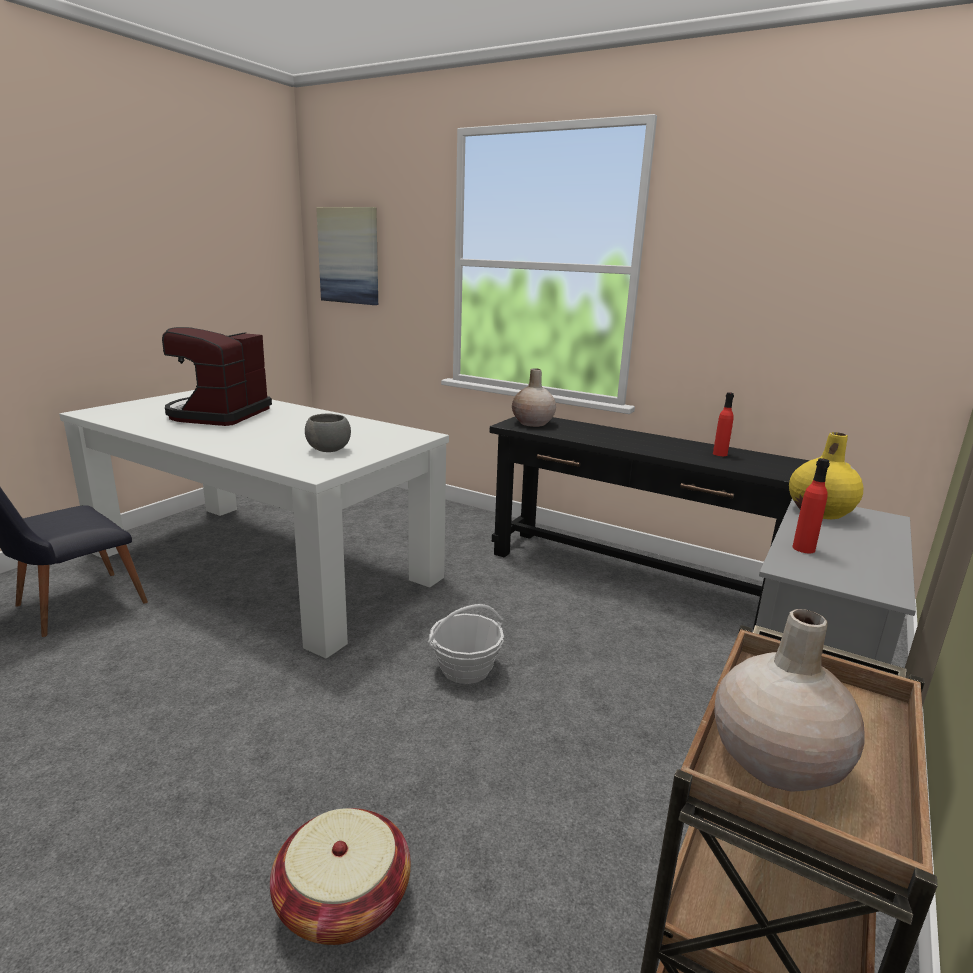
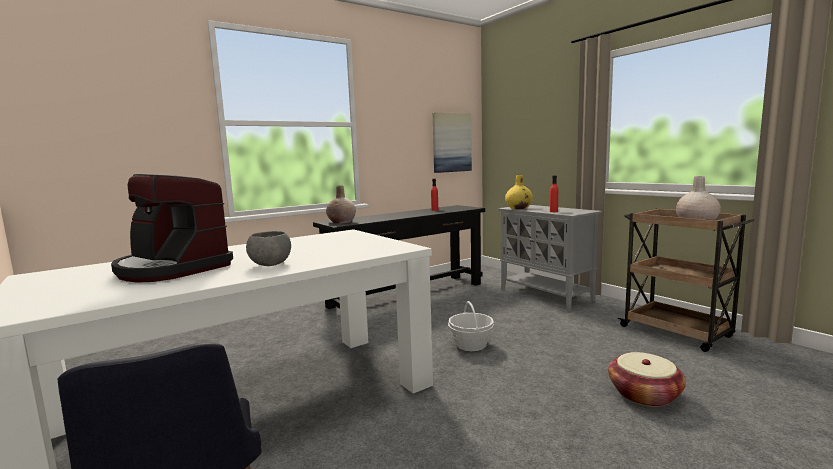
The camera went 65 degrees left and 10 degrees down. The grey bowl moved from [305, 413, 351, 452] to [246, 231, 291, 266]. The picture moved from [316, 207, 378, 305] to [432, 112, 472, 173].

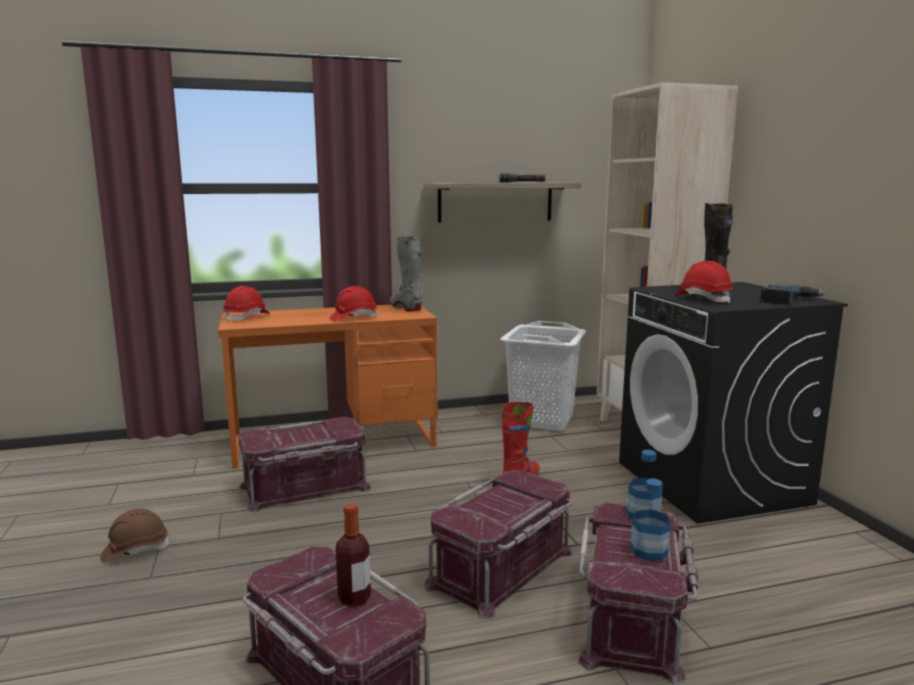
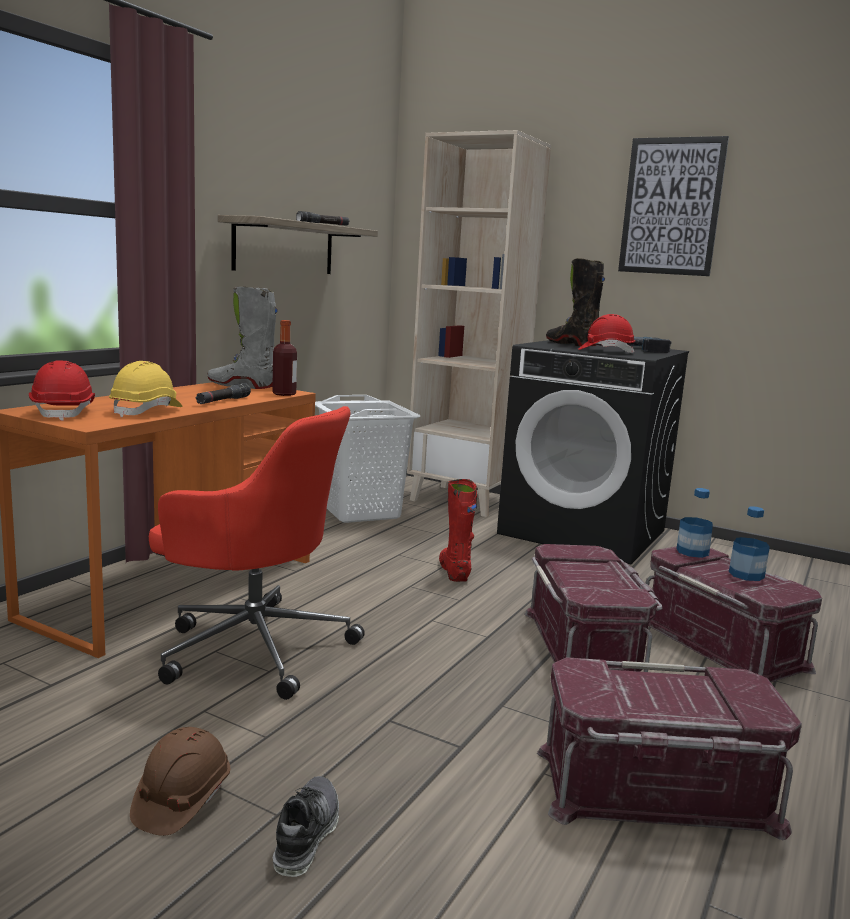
The camera went 45 degrees left and 0 degrees up. The yellow hard hat at [109, 361, 182, 418] appeared. The red storage box at [238, 417, 371, 512] was replaced by the red office chair at [149, 406, 365, 700]. The red hard hat at [329, 286, 377, 321] was replaced by the black flashlight at [196, 383, 251, 404]. The bottle moved from [336, 503, 371, 607] to [272, 320, 297, 396]. The shoe at [273, 776, 339, 877] appeared. The picture at [618, 136, 729, 276] appeared.

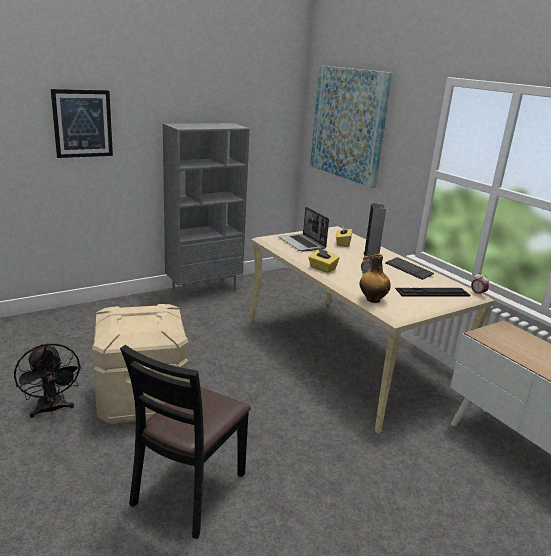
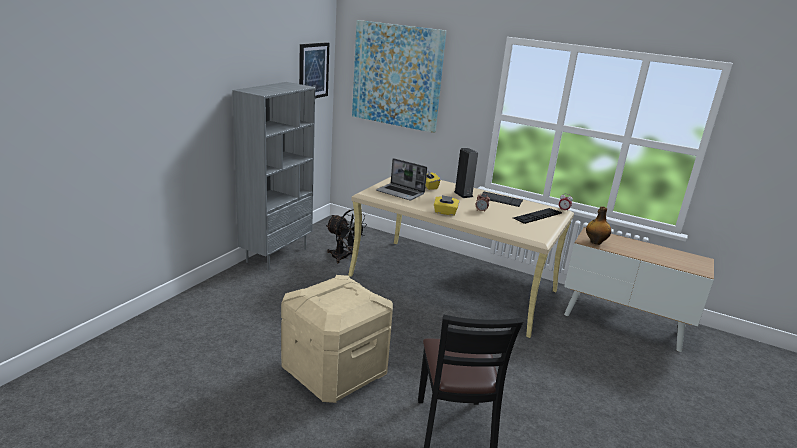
The camera went 30 degrees left and 0 degrees up. The picture moved from [51, 89, 113, 158] to [299, 42, 329, 98]. The black fan moved from [14, 343, 82, 418] to [326, 209, 366, 263]. The bottle moved from [360, 254, 391, 303] to [586, 206, 611, 245].

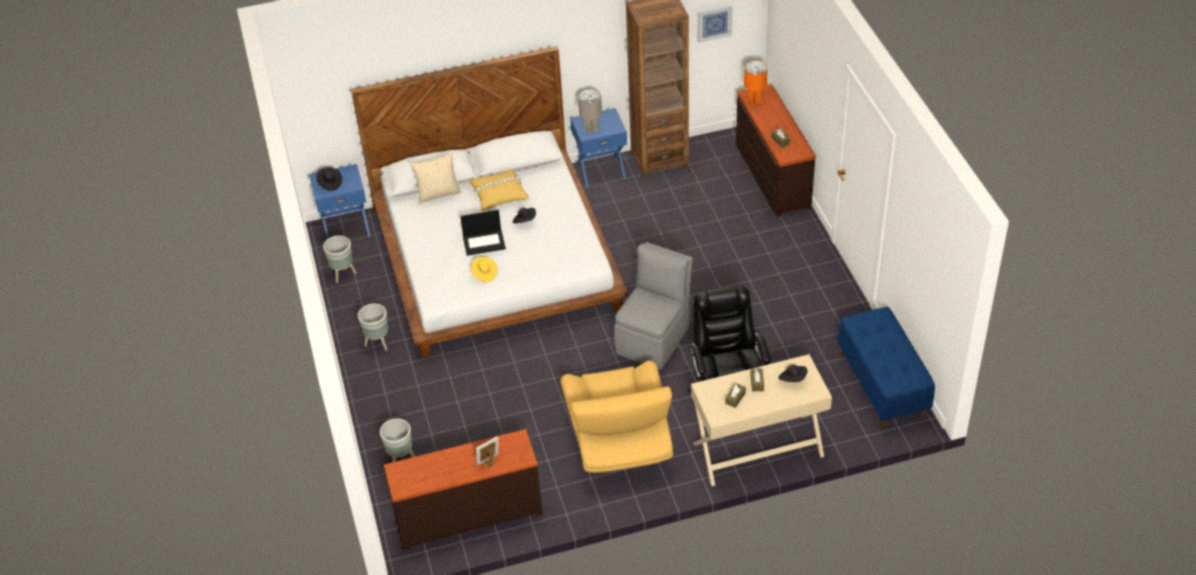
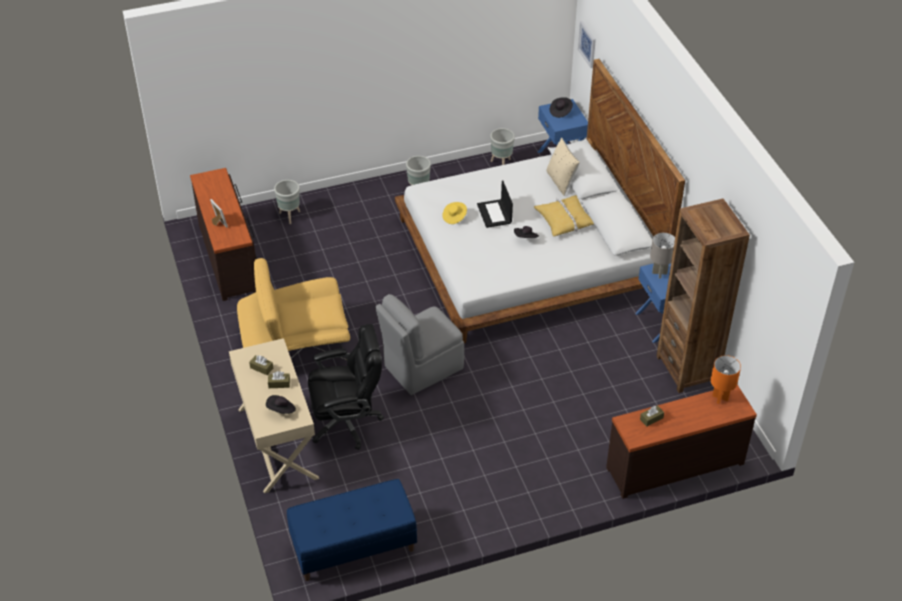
The camera went 85 degrees right and 0 degrees up. The grey chair at [614, 242, 693, 370] turned 120 degrees clockwise. The picture moved from [698, 5, 733, 43] to [578, 21, 596, 68].

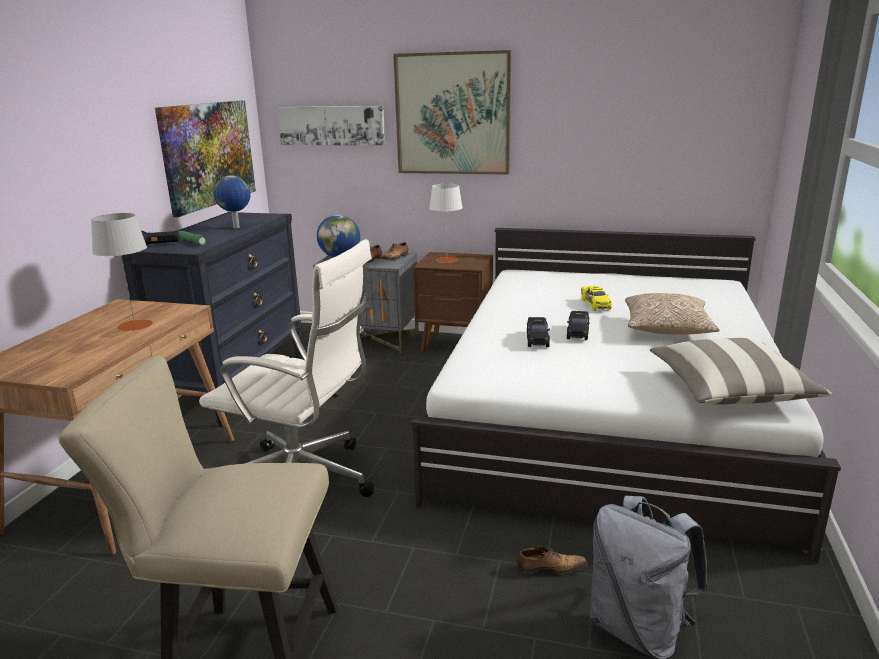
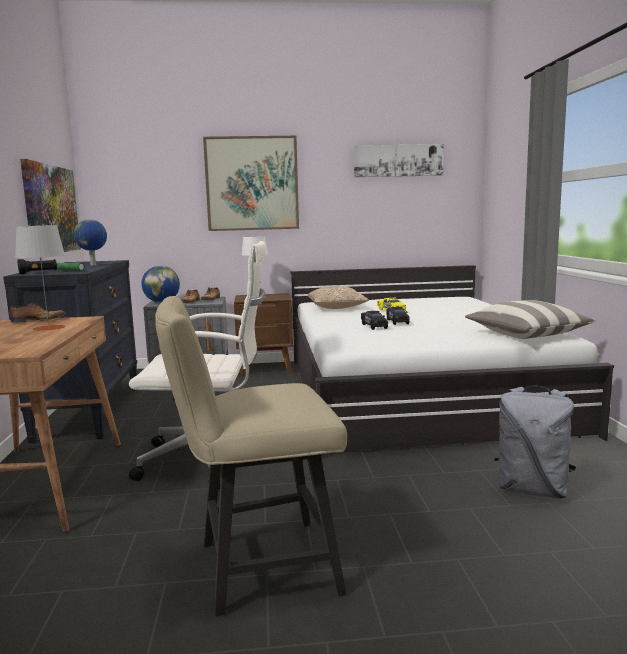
The camera went 20 degrees left and 10 degrees down. The shoe moved from [517, 546, 587, 574] to [9, 303, 66, 323]. The pillow moved from [625, 293, 720, 335] to [308, 286, 369, 309]. The picture moved from [277, 106, 385, 146] to [354, 144, 444, 177].

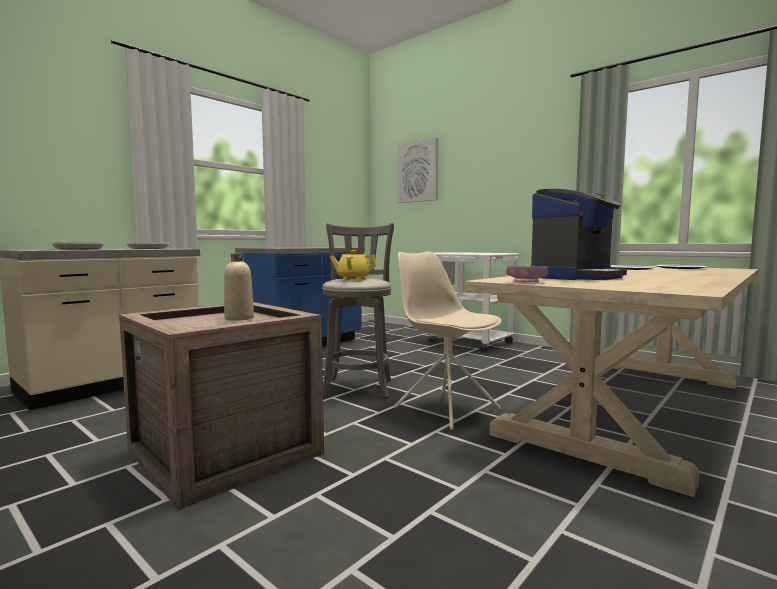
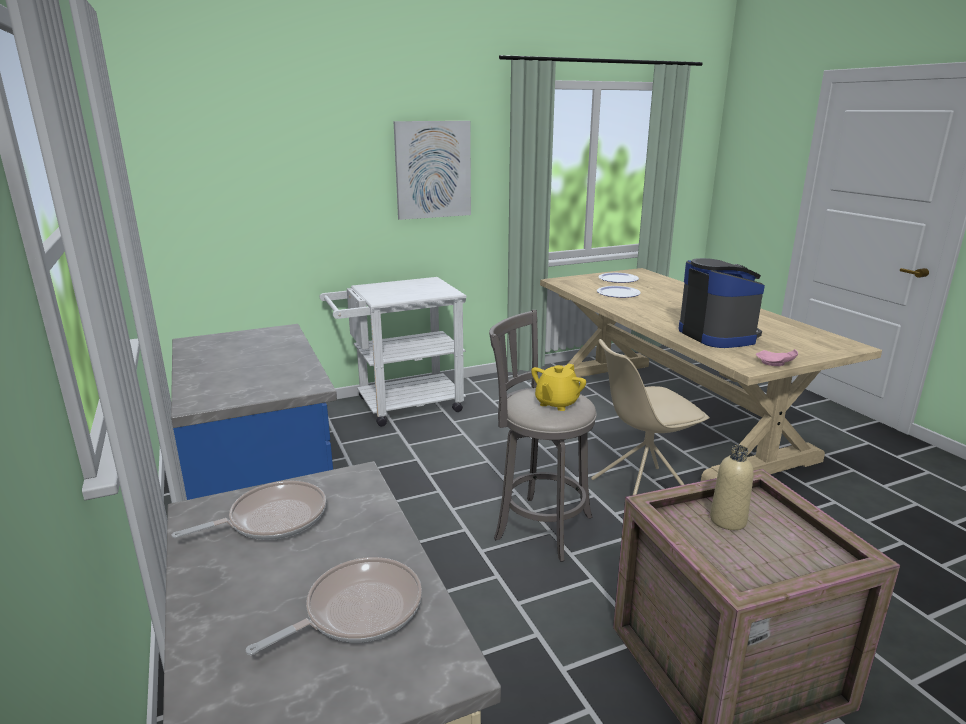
The camera went 65 degrees left and 15 degrees up. The picture moved from [397, 138, 438, 203] to [394, 121, 471, 220].

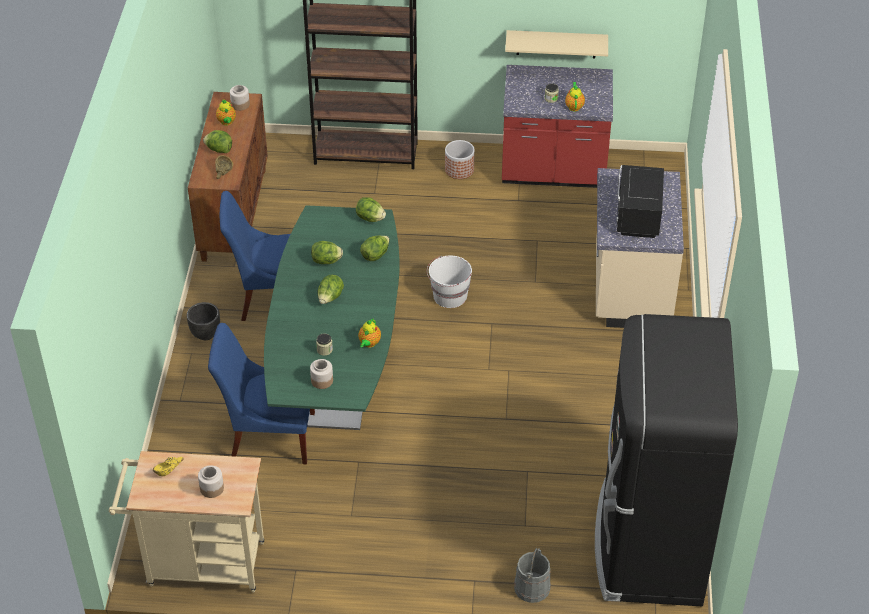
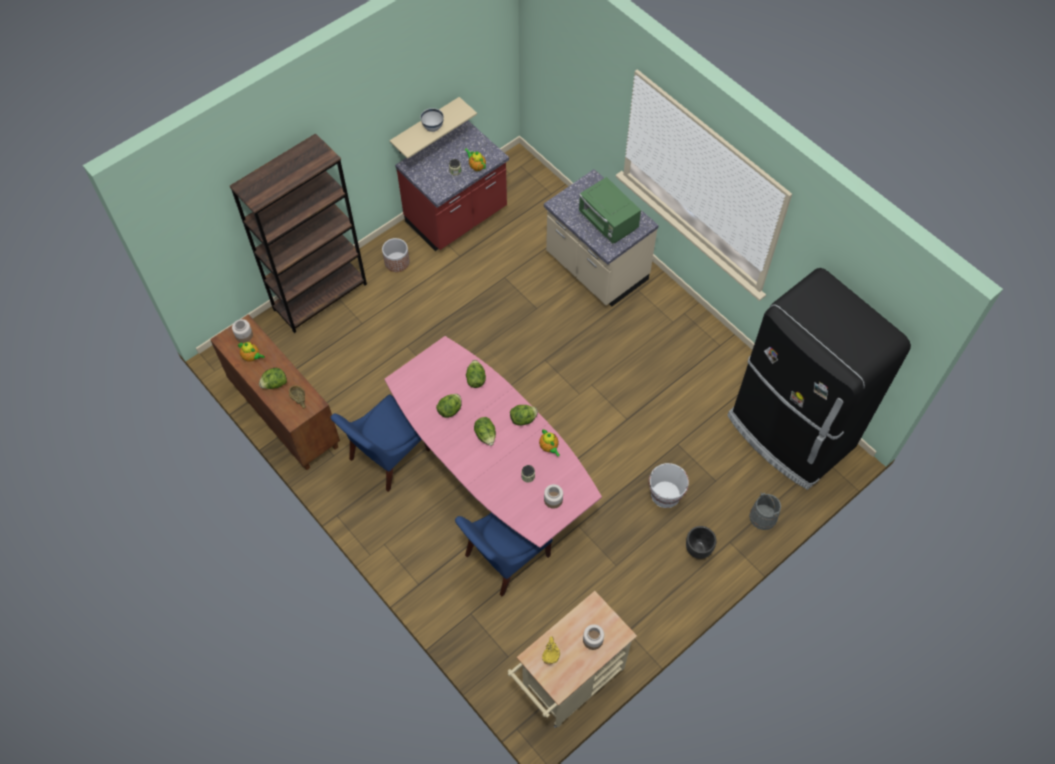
The camera went 45 degrees left and 15 degrees up. The green dining table at [264, 205, 399, 430] became the pink dining table at [385, 336, 602, 548]. The white bowl at [420, 108, 444, 132] appeared. The lettuce moved from [356, 197, 386, 222] to [510, 405, 538, 426]. The black microwave at [616, 165, 664, 238] became the green microwave at [579, 177, 641, 244]. The white bucket moved from [427, 256, 472, 308] to [648, 463, 689, 508]. The black planter moved from [187, 302, 220, 340] to [686, 526, 717, 559].

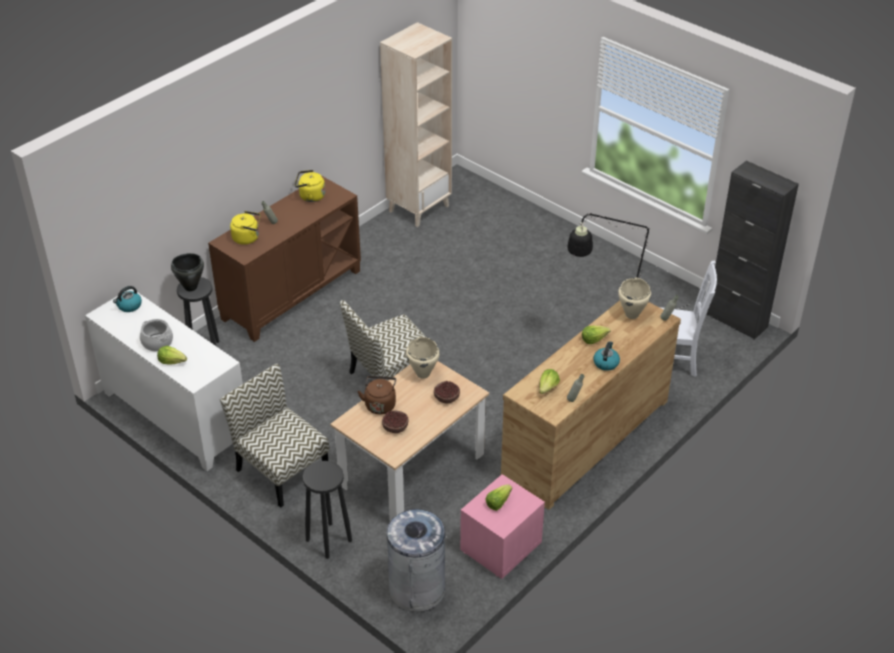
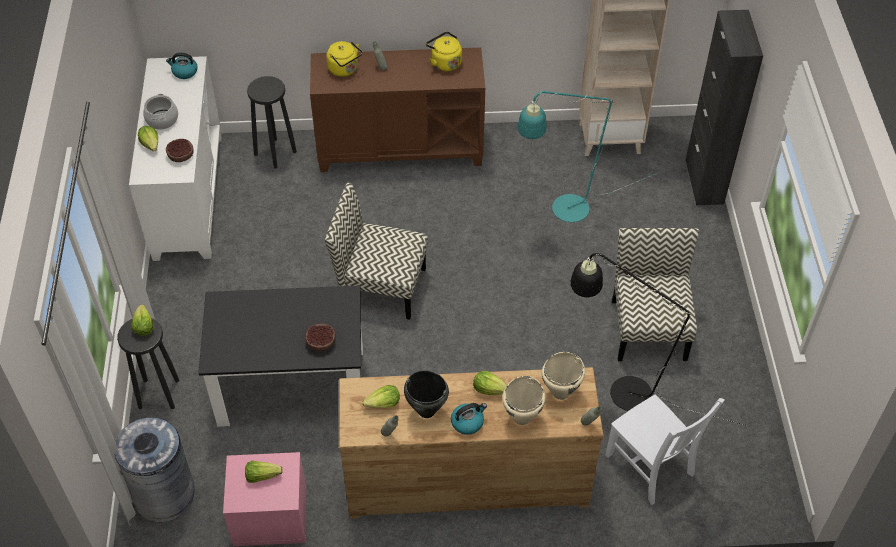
The camera went 45 degrees right and 10 degrees up. The lettuce at [131, 304, 154, 336] appeared. The bowl moved from [382, 410, 408, 433] to [166, 139, 194, 162]. The beige dining table at [330, 361, 489, 521] became the black dining table at [199, 285, 363, 427]. The black cooking pot moved from [171, 253, 204, 291] to [404, 370, 449, 418]. The beige cooking pot moved from [406, 337, 440, 379] to [502, 376, 545, 425]. The turquoise floor lamp at [518, 90, 657, 222] appeared. The chair moved from [220, 364, 329, 508] to [612, 228, 699, 361]. The black cabinet moved from [707, 160, 799, 340] to [686, 10, 763, 205]. The brown kettle at [357, 376, 396, 415] disappeared.

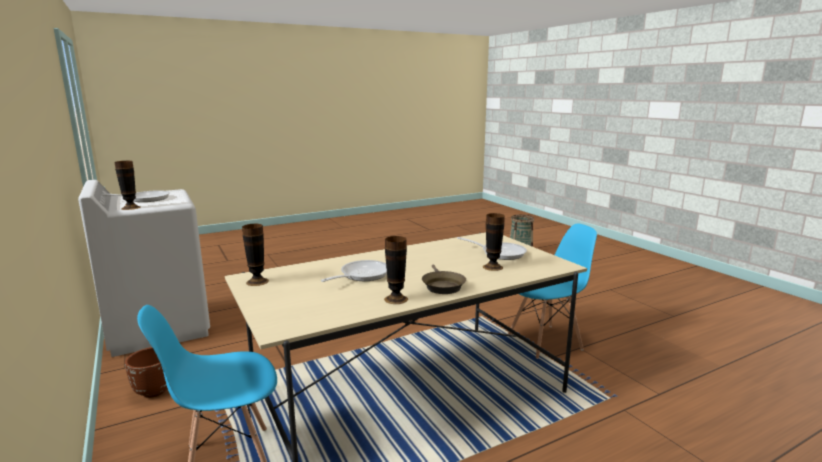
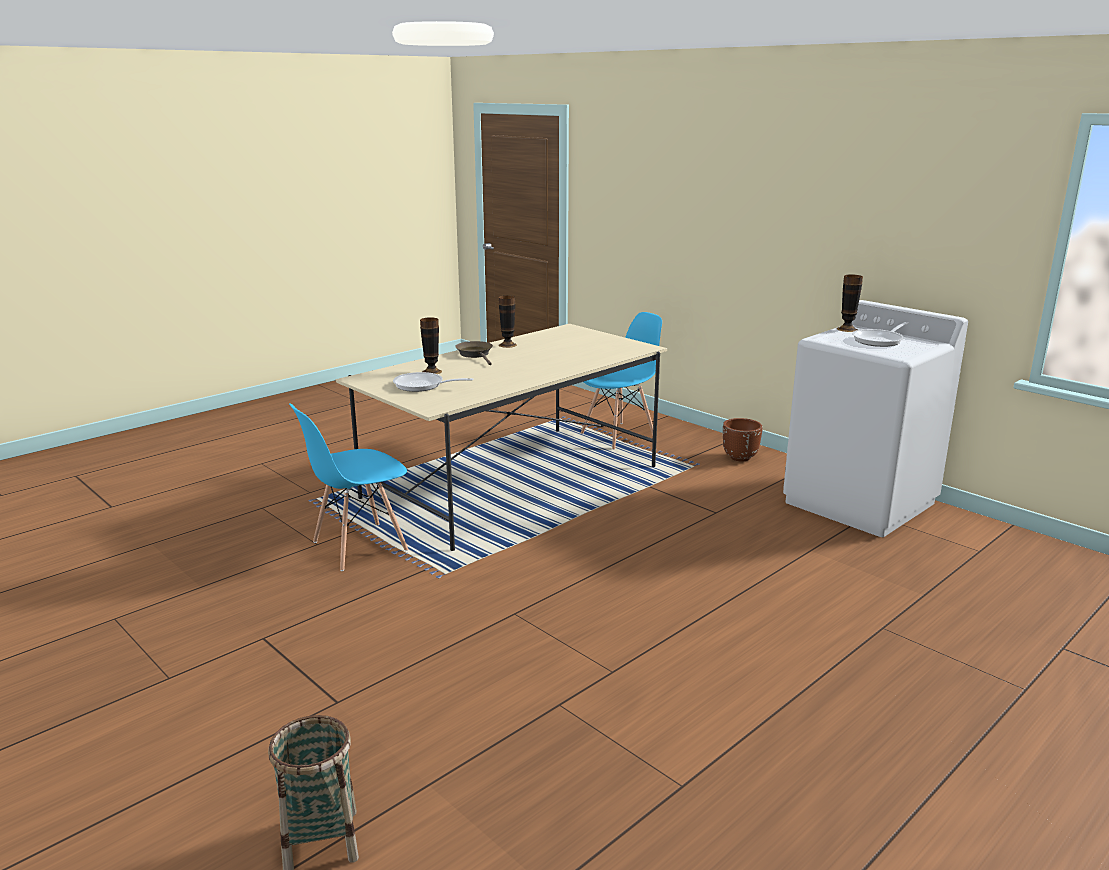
The camera went 165 degrees right and 5 degrees up. The vase at [242, 224, 269, 286] disappeared. The frying pan at [321, 260, 387, 282] disappeared.

